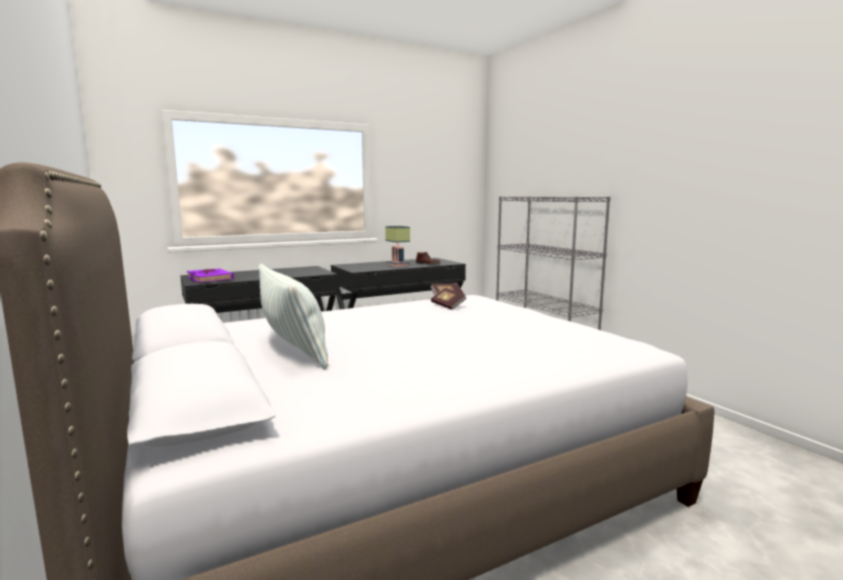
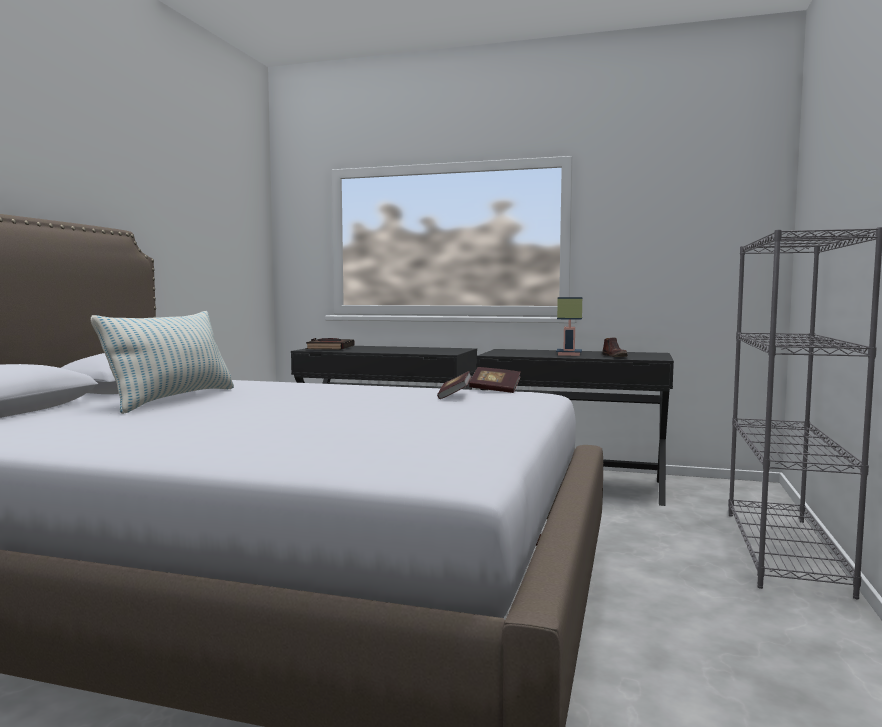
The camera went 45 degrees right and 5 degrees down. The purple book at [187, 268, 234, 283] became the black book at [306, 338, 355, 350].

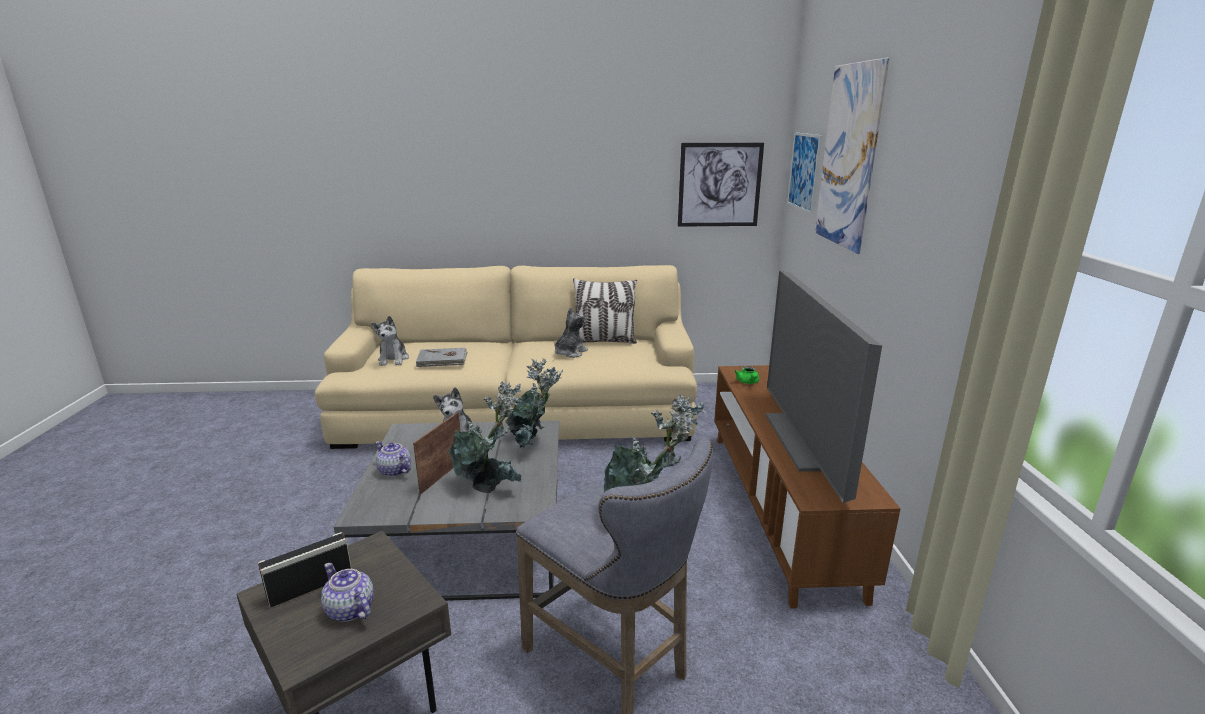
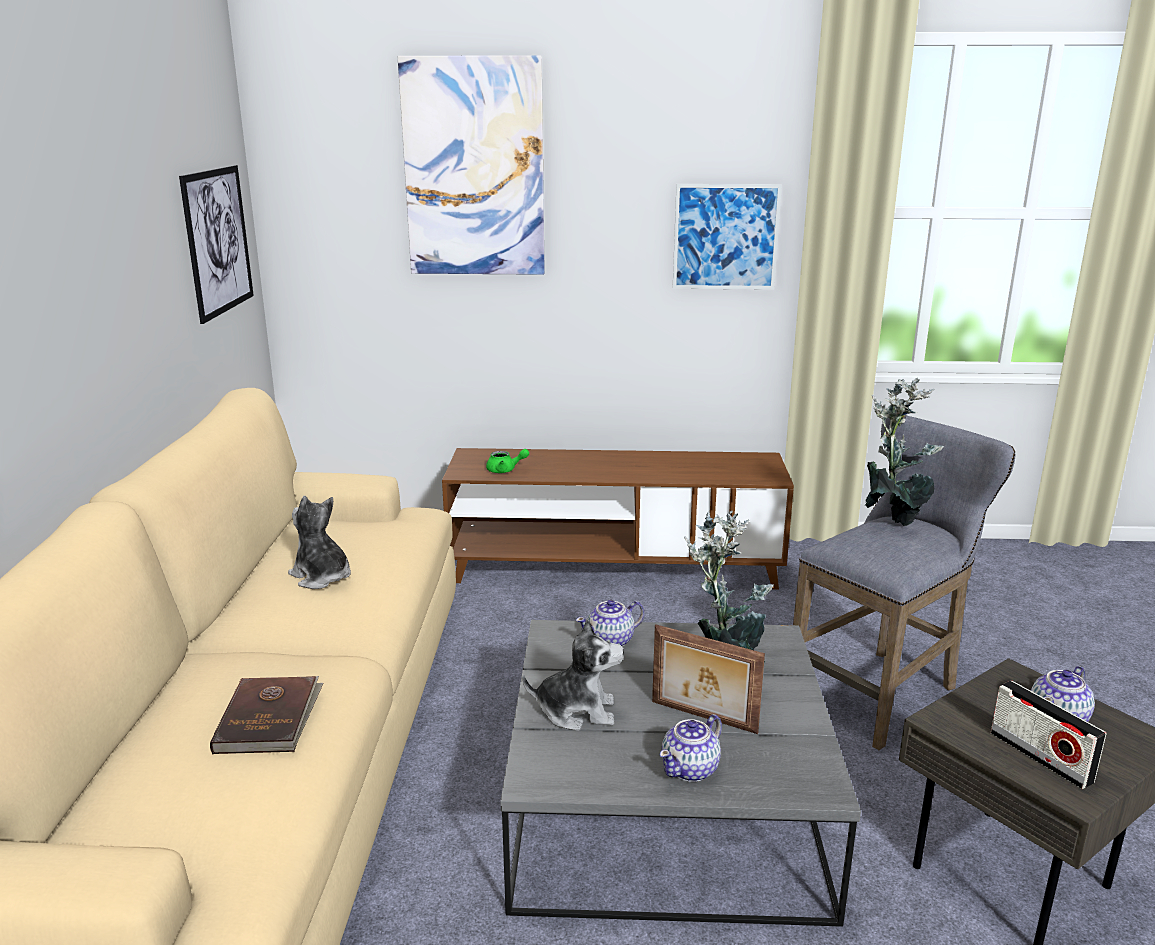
The camera went 85 degrees left and 0 degrees up. The grey book at [415, 348, 467, 367] became the brown book at [210, 676, 323, 754]. The potted plant at [505, 358, 563, 449] was replaced by the teapot at [576, 600, 644, 647]. The picture moved from [787, 132, 822, 214] to [673, 184, 782, 290]. The plush toy at [371, 316, 409, 366] disappeared. The pillow at [573, 278, 637, 344] disappeared. The television at [766, 270, 882, 503] disappeared.

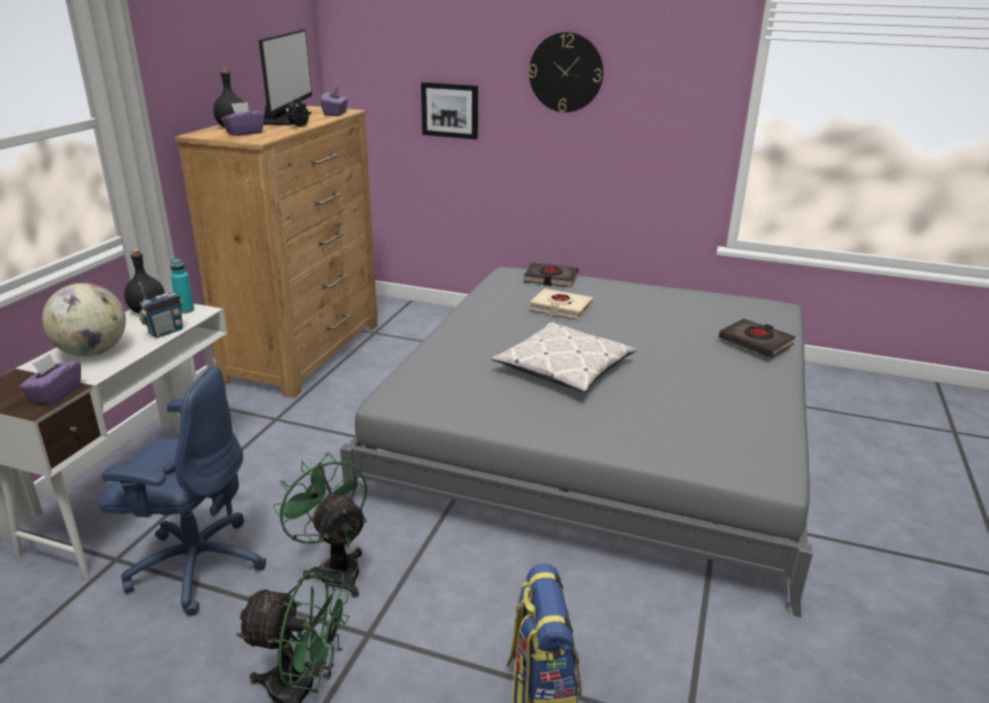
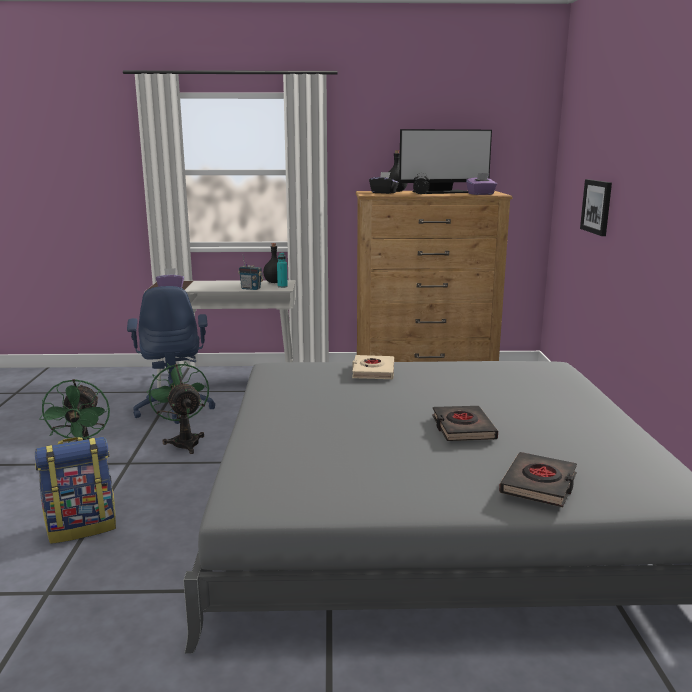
The camera went 70 degrees right and 10 degrees down. The green fan at [273, 453, 367, 598] turned 60 degrees counterclockwise. The beige book moved from [529, 288, 593, 319] to [352, 355, 394, 379]. The purple tissue box at [221, 102, 264, 136] became the black tissue box at [369, 172, 399, 194]. The black book moved from [524, 263, 578, 287] to [432, 406, 498, 441]. The globe at [42, 283, 126, 357] disappeared. The pillow at [491, 322, 636, 392] disappeared. The wall clock at [529, 32, 603, 112] disappeared.

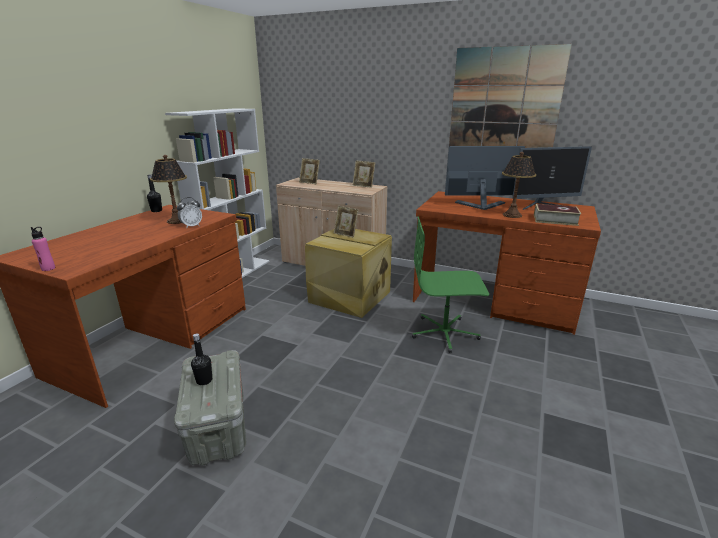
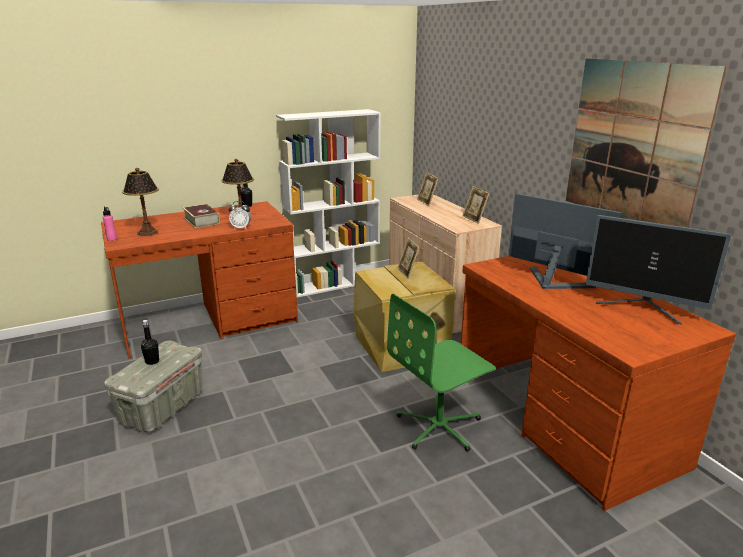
The camera went 40 degrees right and 0 degrees up. The table lamp moved from [502, 152, 536, 218] to [122, 168, 159, 236]. The book moved from [534, 204, 581, 226] to [182, 204, 220, 228]. The green office chair at [412, 216, 489, 353] turned 75 degrees counterclockwise.

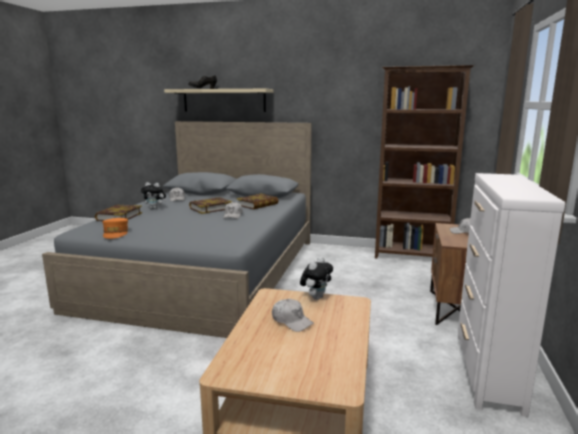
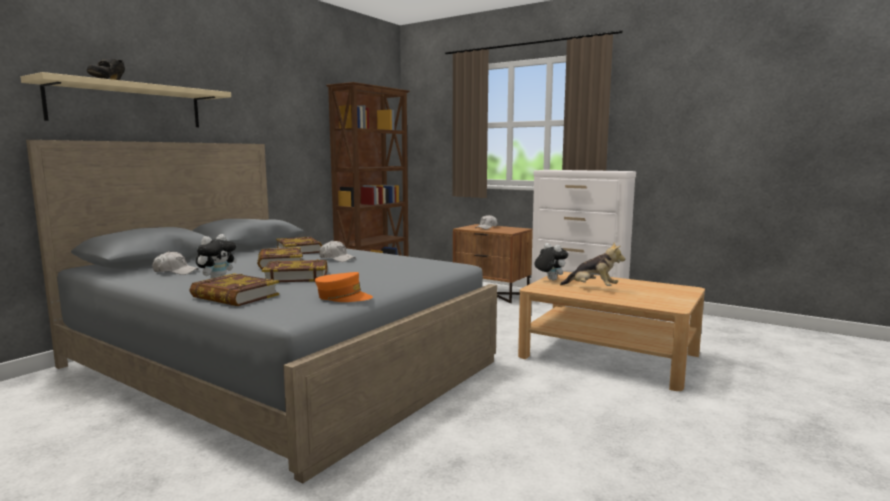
The camera went 70 degrees left and 5 degrees down. The book at [262, 259, 327, 282] appeared. The white cap at [272, 299, 314, 332] was replaced by the plush toy at [560, 242, 625, 286].

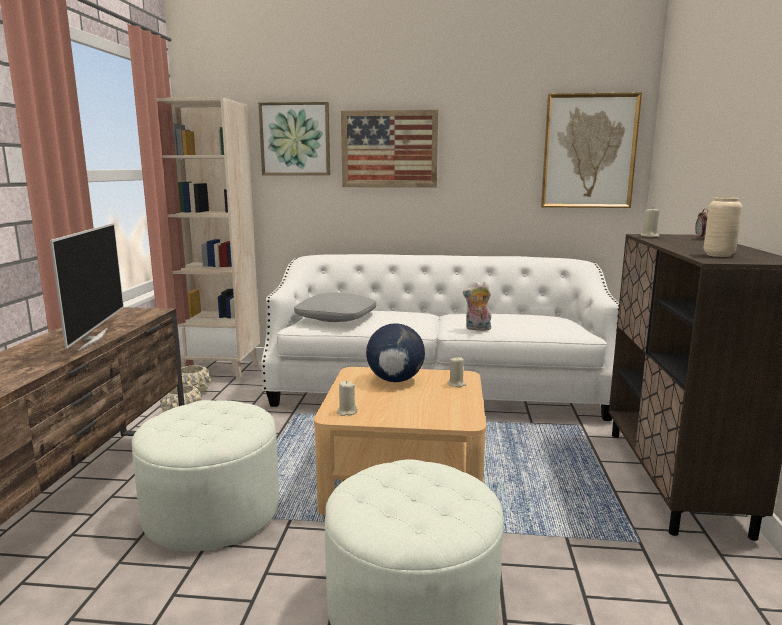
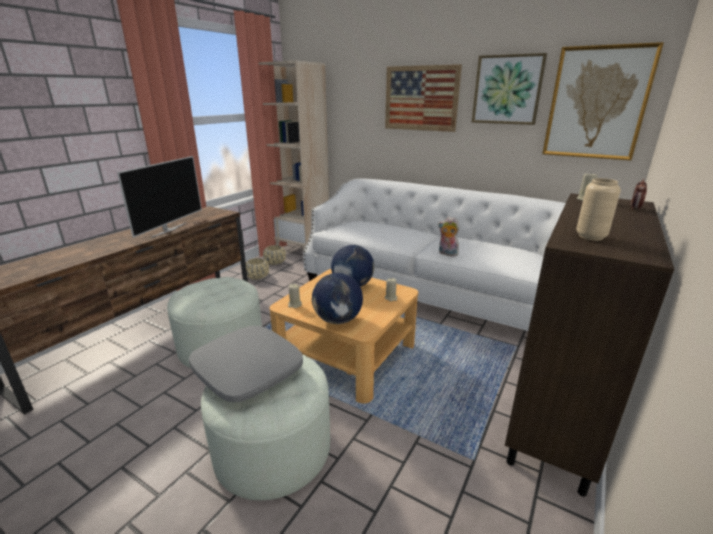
The camera went 25 degrees right and 10 degrees up. The grey pillow moved from [294, 292, 376, 322] to [189, 326, 303, 402]. The globe at [312, 273, 363, 324] appeared. The picture moved from [258, 102, 330, 175] to [472, 53, 547, 125].

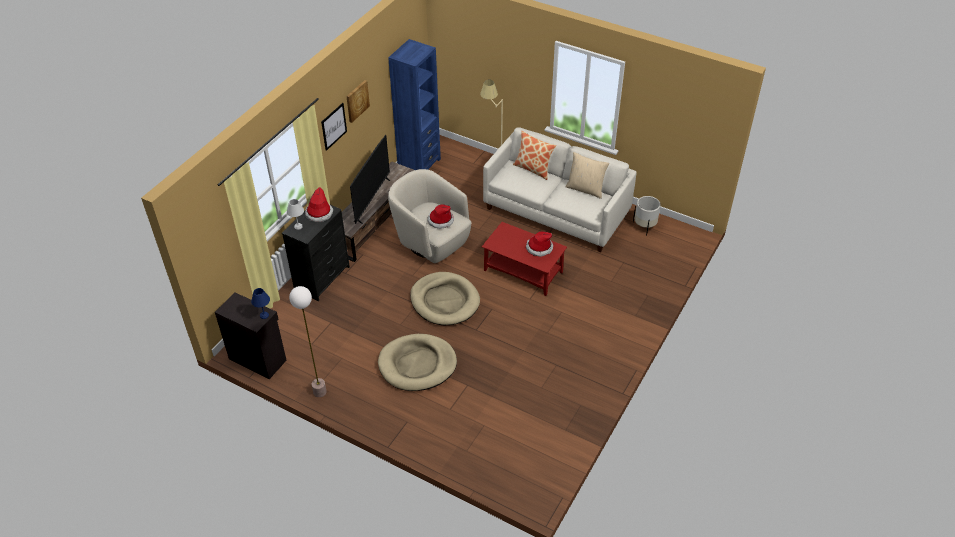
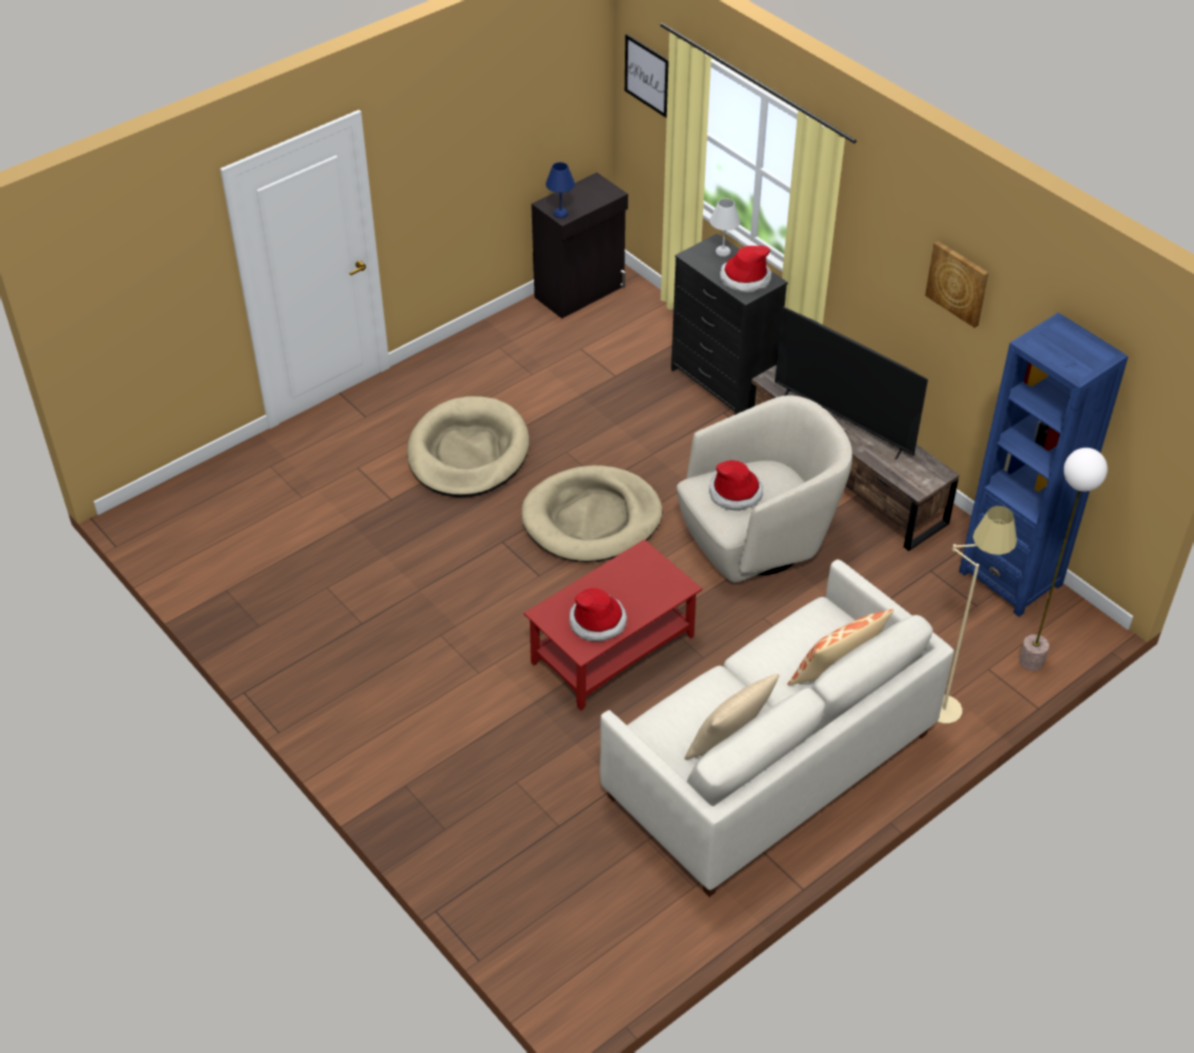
The camera went 110 degrees right and 0 degrees up. The picture moved from [321, 103, 347, 151] to [625, 34, 669, 118]. The floor lamp moved from [289, 286, 327, 397] to [1019, 448, 1107, 671]. The white planter at [633, 196, 661, 236] disappeared.

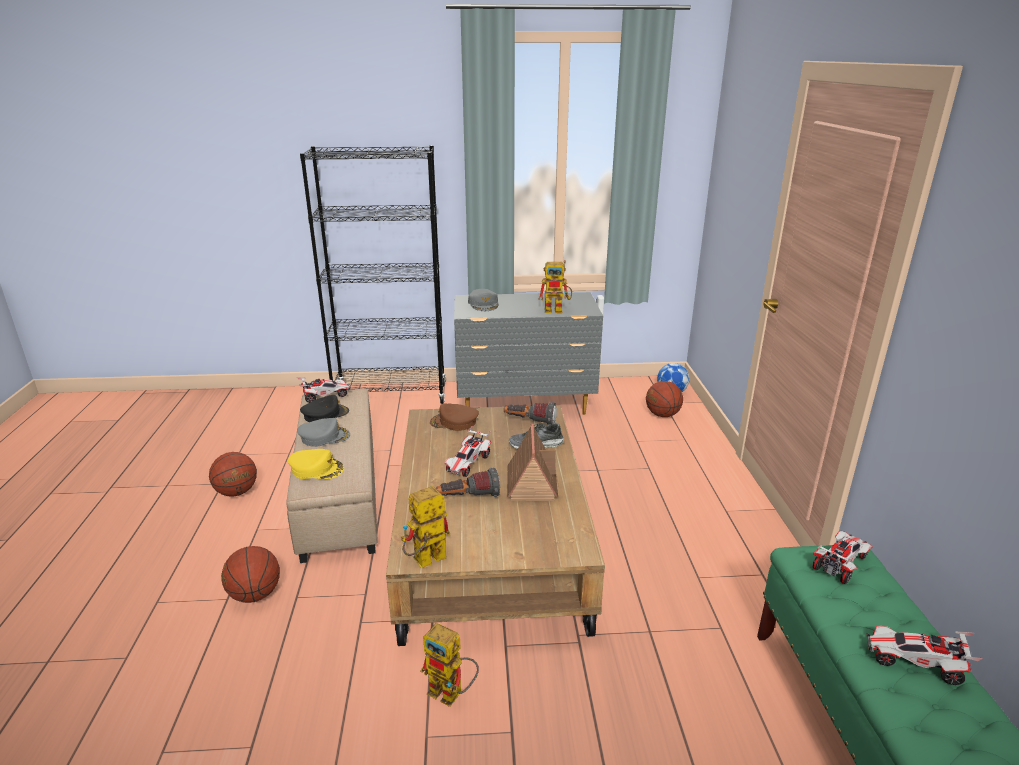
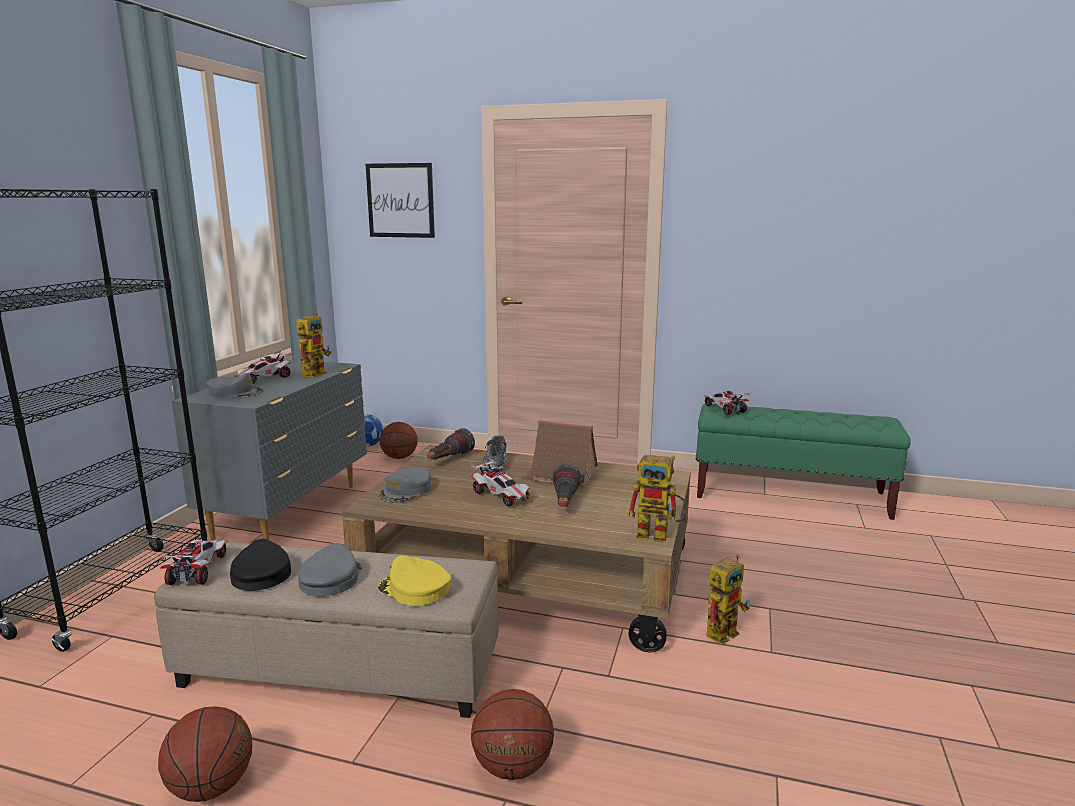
The camera went 70 degrees left and 10 degrees down. The toy car moved from [867, 626, 983, 685] to [234, 350, 292, 384]. The picture at [366, 163, 435, 238] appeared. The brown cap at [430, 404, 479, 431] became the grey cap at [378, 468, 431, 504]. The yellow cap at [288, 449, 344, 479] turned 90 degrees counterclockwise. The toy robot at [401, 486, 450, 568] turned 60 degrees counterclockwise.

